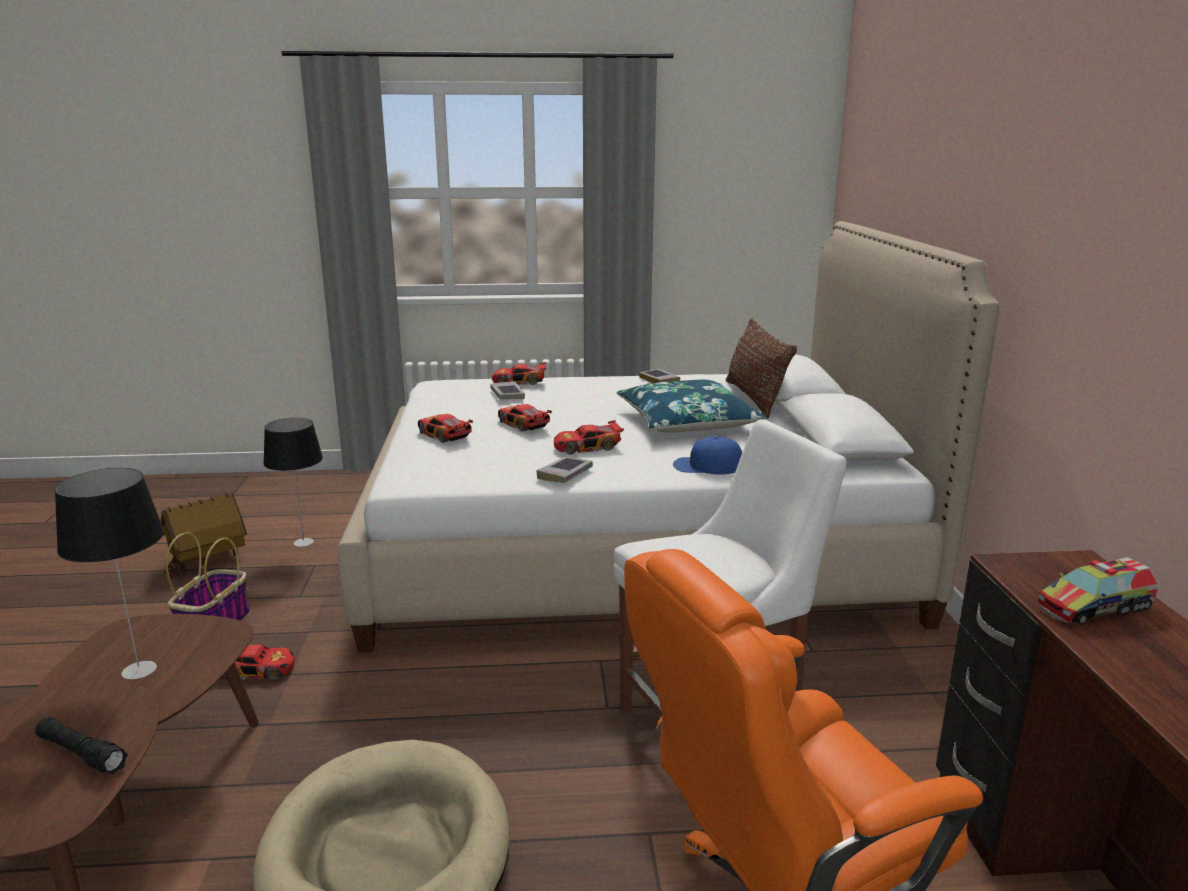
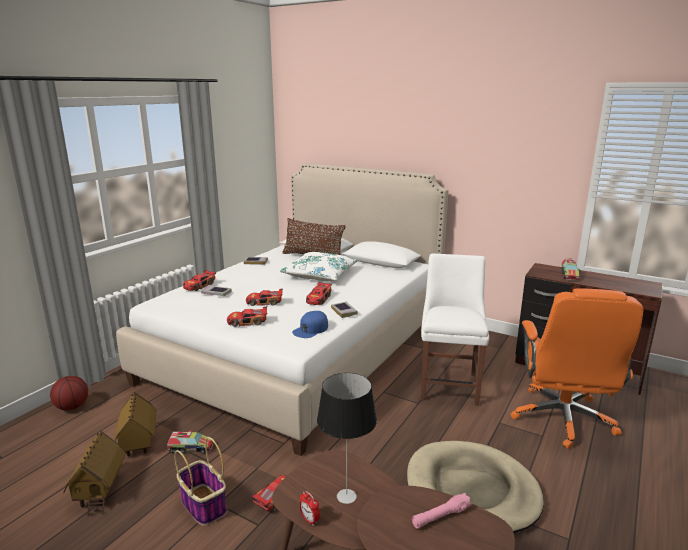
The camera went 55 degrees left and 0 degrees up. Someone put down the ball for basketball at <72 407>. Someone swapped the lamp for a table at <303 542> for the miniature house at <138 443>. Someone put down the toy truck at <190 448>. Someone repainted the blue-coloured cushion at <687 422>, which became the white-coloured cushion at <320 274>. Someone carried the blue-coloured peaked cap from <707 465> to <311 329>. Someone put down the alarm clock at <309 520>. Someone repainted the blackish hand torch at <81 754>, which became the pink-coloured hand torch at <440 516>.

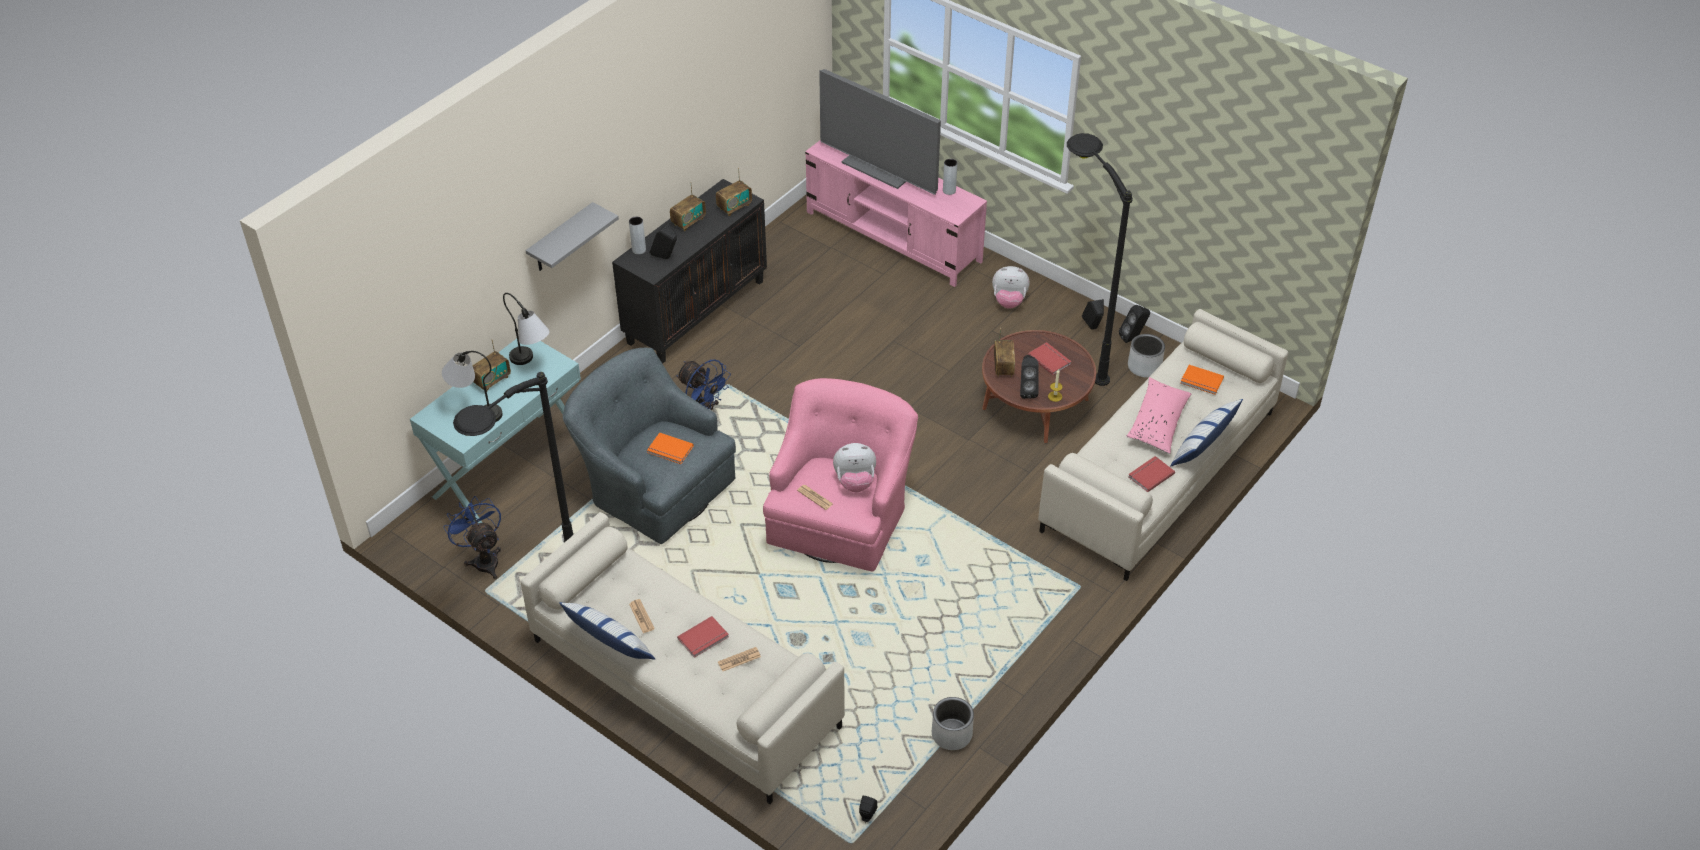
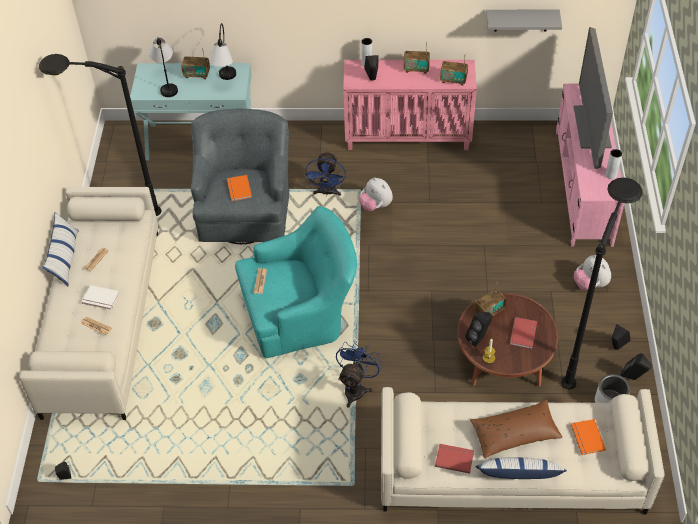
The camera went 55 degrees right and 5 degrees up. Someone repainted the red volume at <704 638>, which became the white-coloured volume at <100 299>. Someone repainted the pink-coloured easy chair at <840 515>, which became the turquoise-coloured easy chair at <301 313>. Someone carried the blue-coloured fan from <483 559> to <356 388>. Someone repainted the blackish cupboard at <696 311>, which became the pink-coloured cupboard at <408 136>. Someone carried the cuddly toy from <855 482> to <375 206>. Someone repainted the pink-coloured cushion at <1158 422>, which became the brown cushion at <515 433>. Someone carried the greyish wall shelf from <561 239> to <521 20>. Someone took away the greyish flower pot at <952 734>.

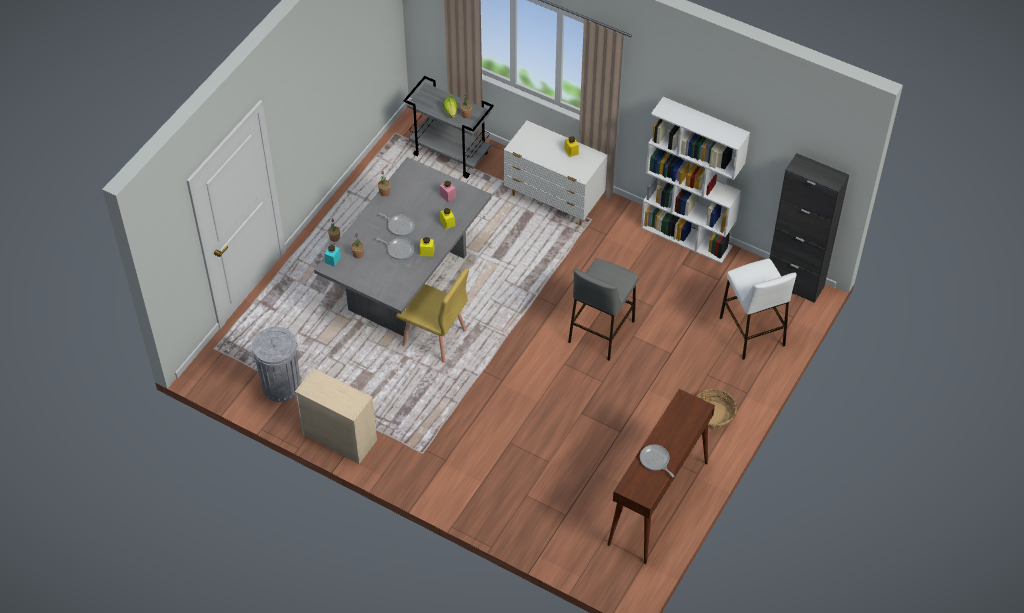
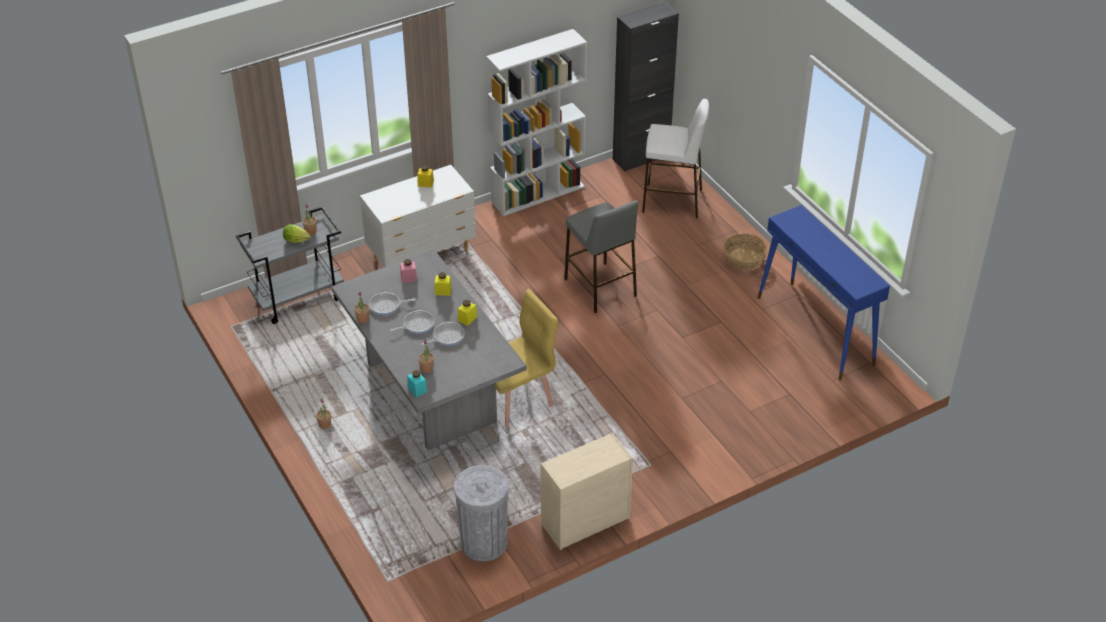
The camera went 60 degrees left and 10 degrees down. Someone carried the frying pan from <655 460> to <386 306>. Someone repainted the brown narrow table at <658 504>, which became the blue-coloured narrow table at <815 331>.

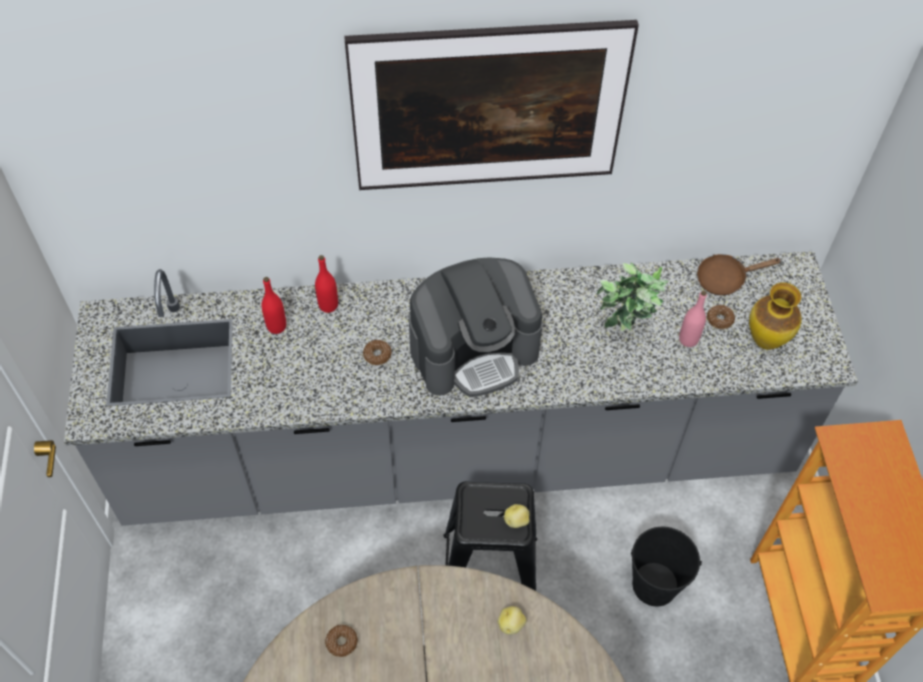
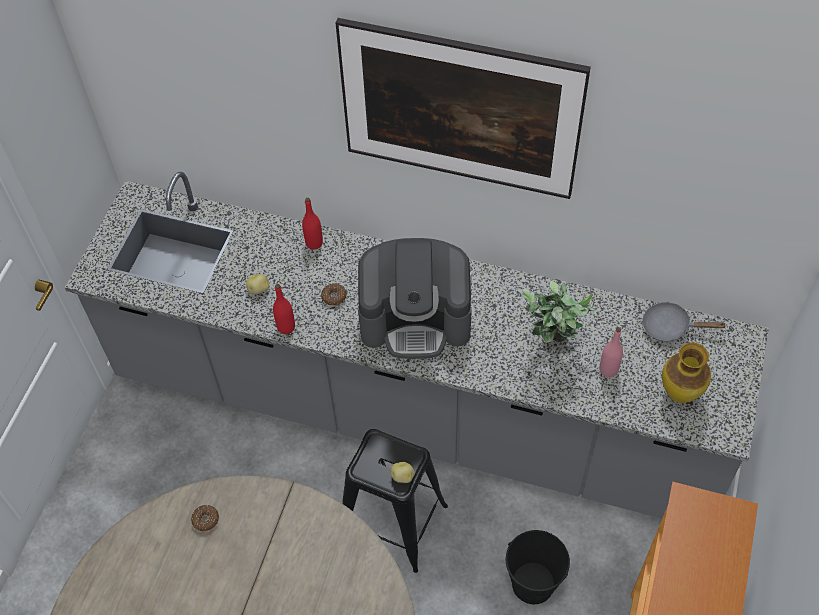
The camera went 25 degrees right and 0 degrees up. Someone carried the potato from <511 624> to <259 289>. Someone carried the red beverage bottle from <276 326> to <286 327>. Someone repainted the brown frying pan at <725 279>, which became the greyish frying pan at <670 327>. Someone took away the donut at <719 319>.

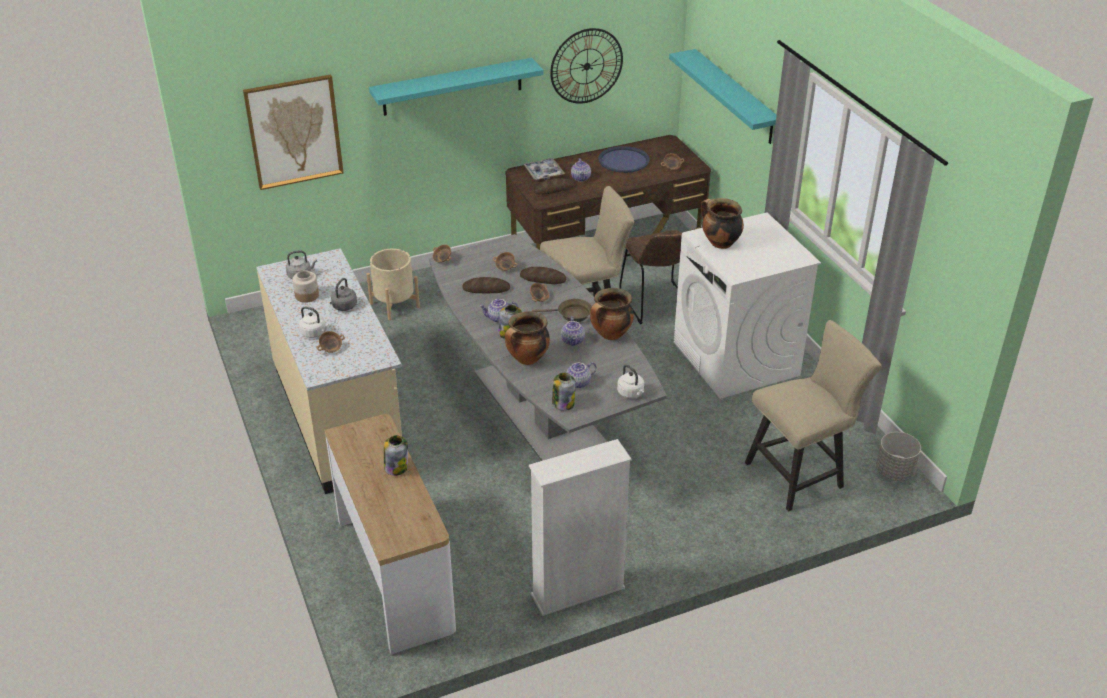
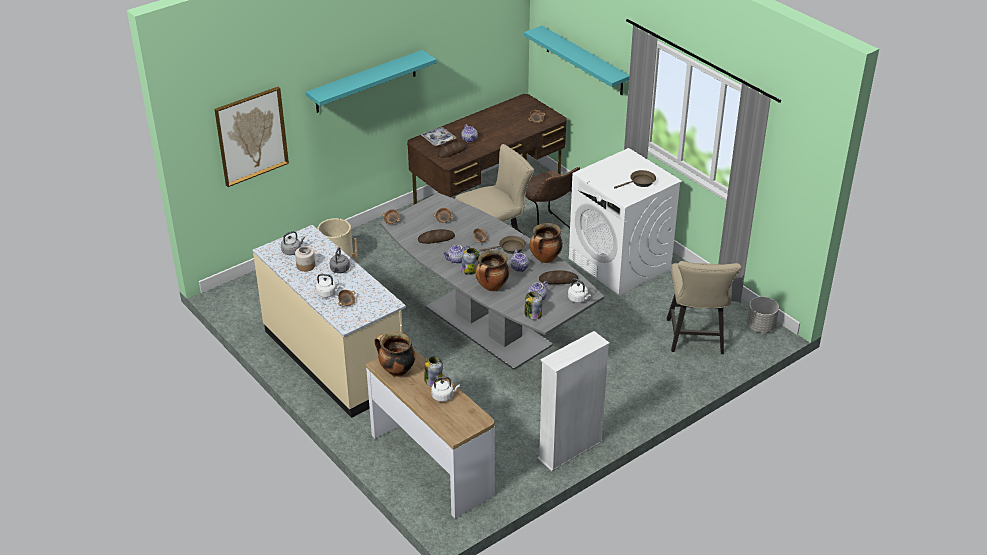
The camera went 15 degrees left and 0 degrees up. Someone carried the stockpot from <719 243> to <396 370>. Someone put down the white-coloured water kettle at <444 396>. Someone carried the bread from <543 278> to <558 280>. Someone put down the brown frying pan at <640 182>. Someone rotated the beige-coloured upright chair at <800 474> by 135 degrees clockwise. Someone took away the wall clock at <586 66>. Someone took away the blue-coloured tray at <623 160>.

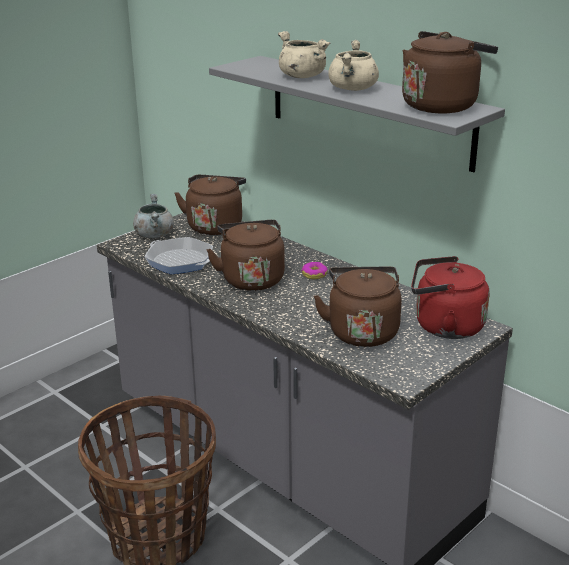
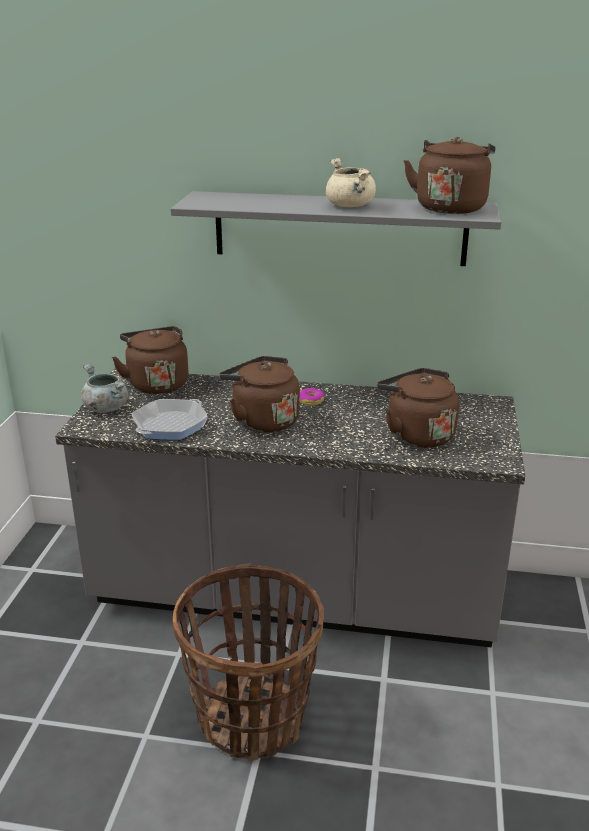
The camera went 35 degrees left and 0 degrees up. Someone rotated the frying pan at <180 261> by 120 degrees clockwise. Someone took away the beige-coloured stockpot at <301 76>. Someone took away the red water kettle at <444 326>.

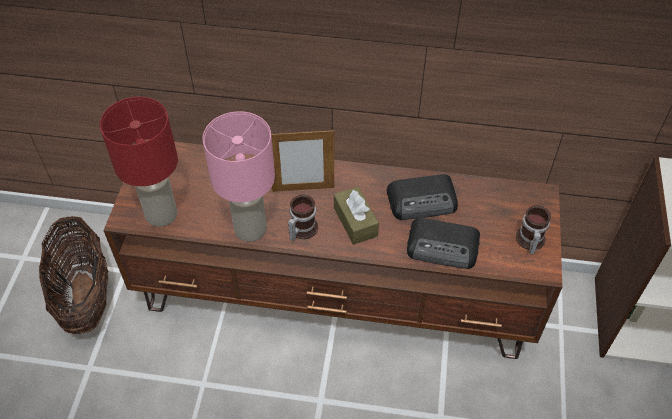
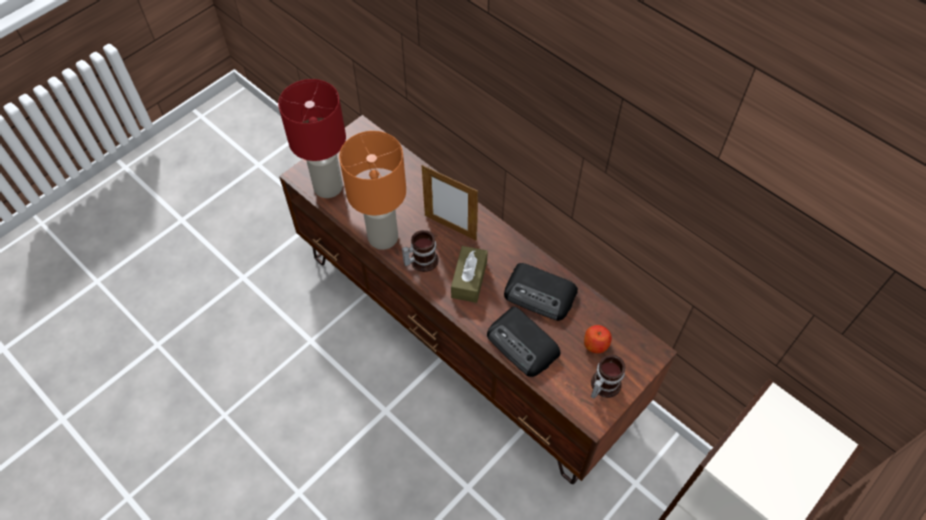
The camera went 35 degrees right and 5 degrees up. Someone repainted the pink-coloured lamp for a table at <249 229>, which became the orangey lamp for a table at <382 237>. Someone put down the whole apple at <596 344>. Someone took away the household basket at <85 295>.

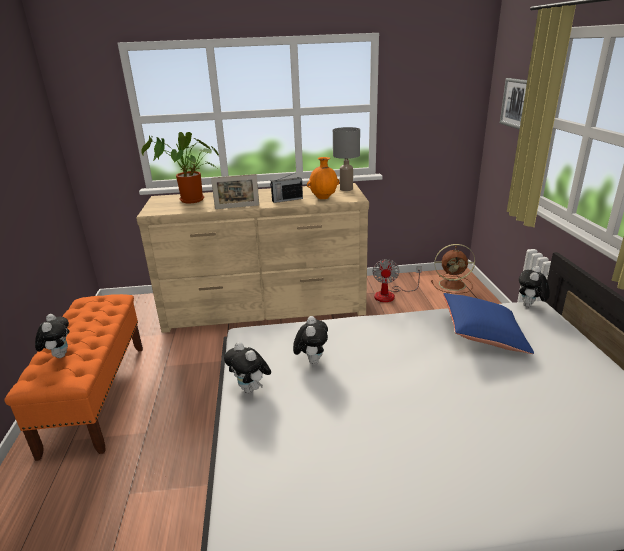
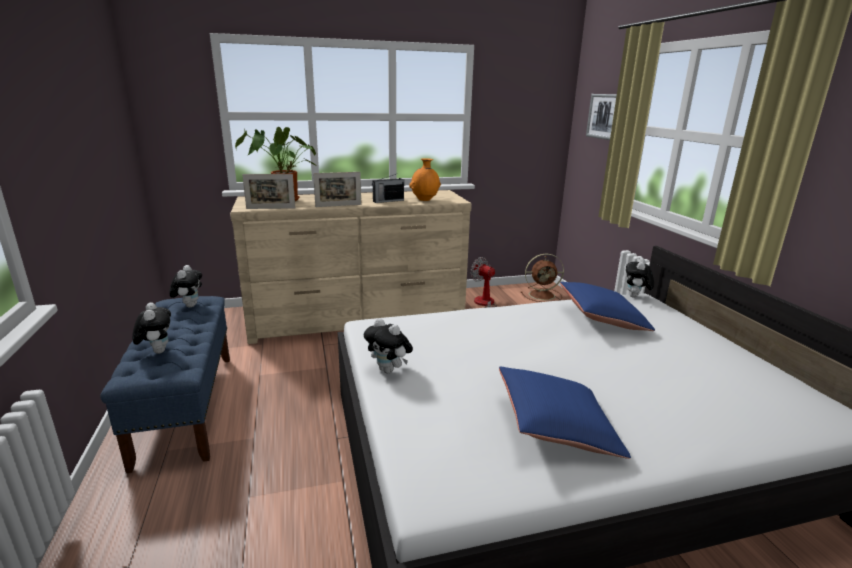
The camera went 10 degrees left and 5 degrees down. Someone repainted the orangey bench at <97 396>, which became the blue-coloured bench at <186 406>. Someone carried the cuddly toy from <311 361> to <189 305>. Someone put down the photo frame at <271 208>. Someone rotated the fan at <390 295> by 135 degrees clockwise. Someone put down the blue-coloured cushion at <556 427>. Someone took away the greyish lamp for a table at <346 189>.

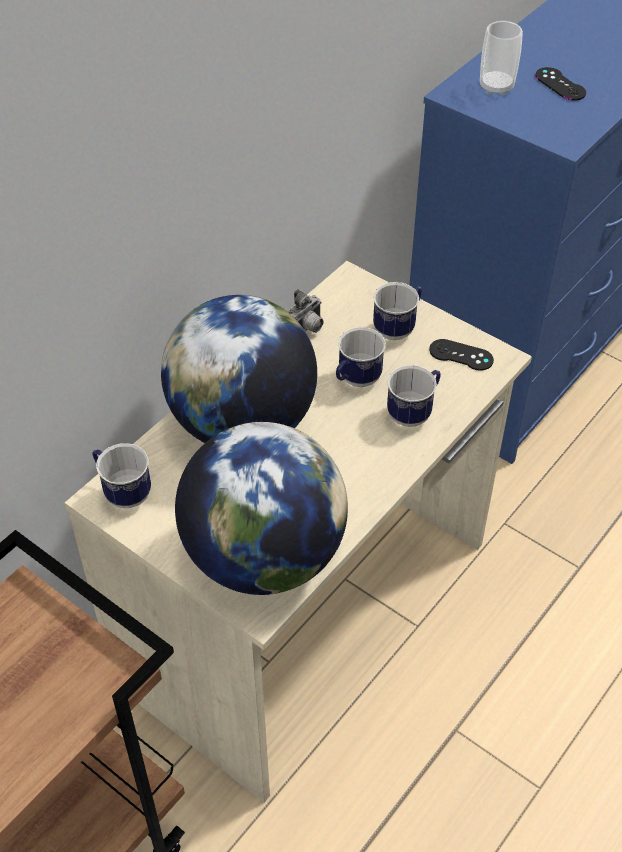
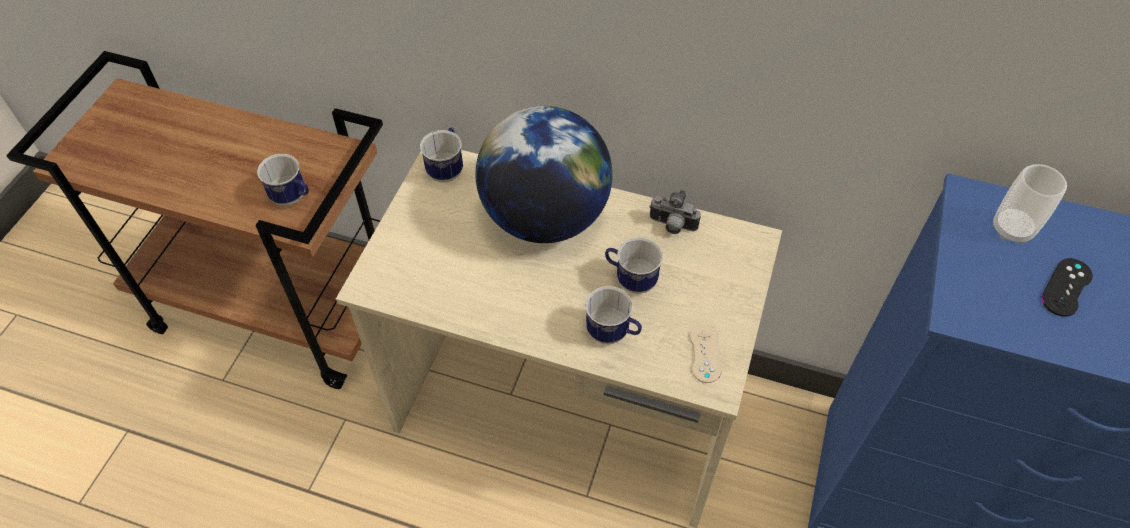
The camera went 70 degrees right and 5 degrees up. Someone carried the coffee mug from <398 328> to <293 198>. Someone repainted the blackish joypad at <461 355>, which became the beige-coloured joypad at <705 353>. Someone took away the globe at <264 556>.

